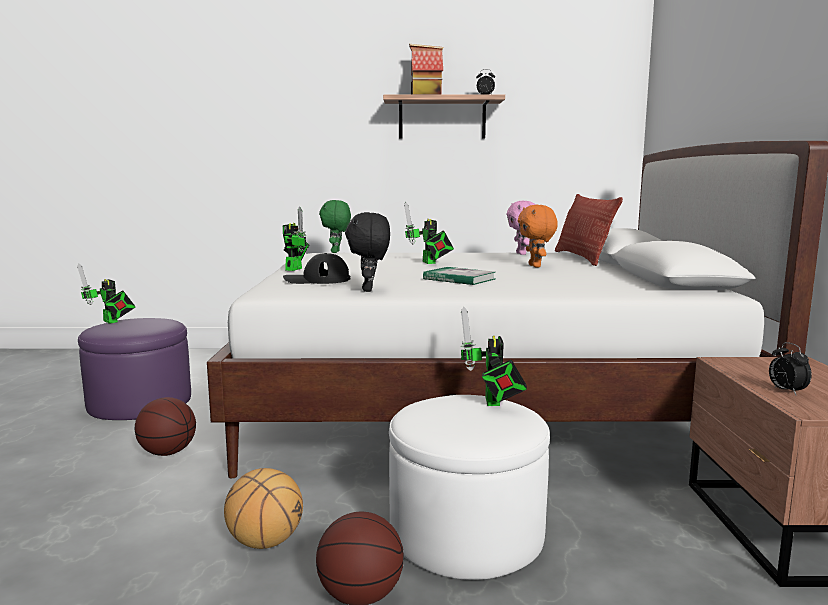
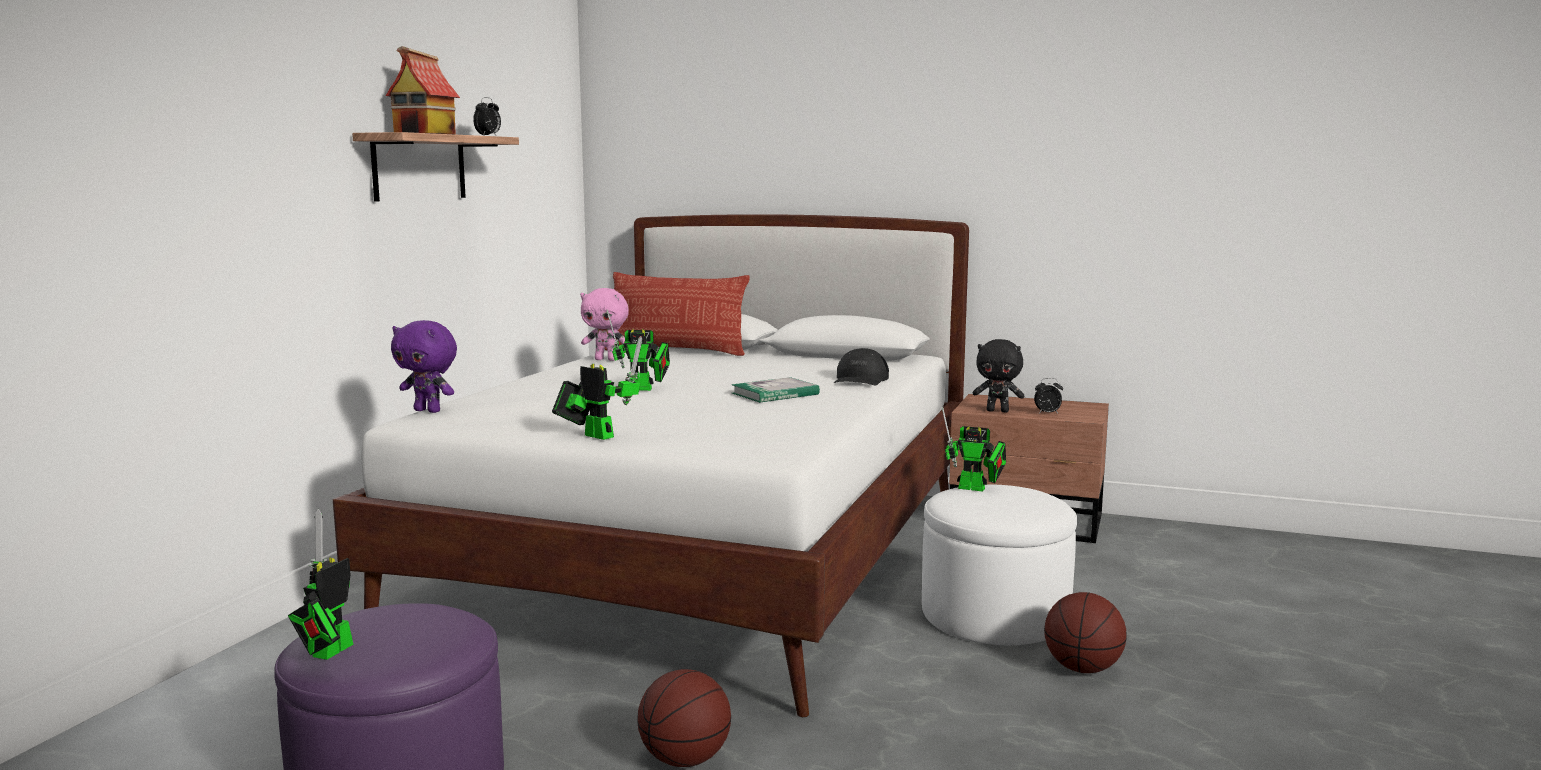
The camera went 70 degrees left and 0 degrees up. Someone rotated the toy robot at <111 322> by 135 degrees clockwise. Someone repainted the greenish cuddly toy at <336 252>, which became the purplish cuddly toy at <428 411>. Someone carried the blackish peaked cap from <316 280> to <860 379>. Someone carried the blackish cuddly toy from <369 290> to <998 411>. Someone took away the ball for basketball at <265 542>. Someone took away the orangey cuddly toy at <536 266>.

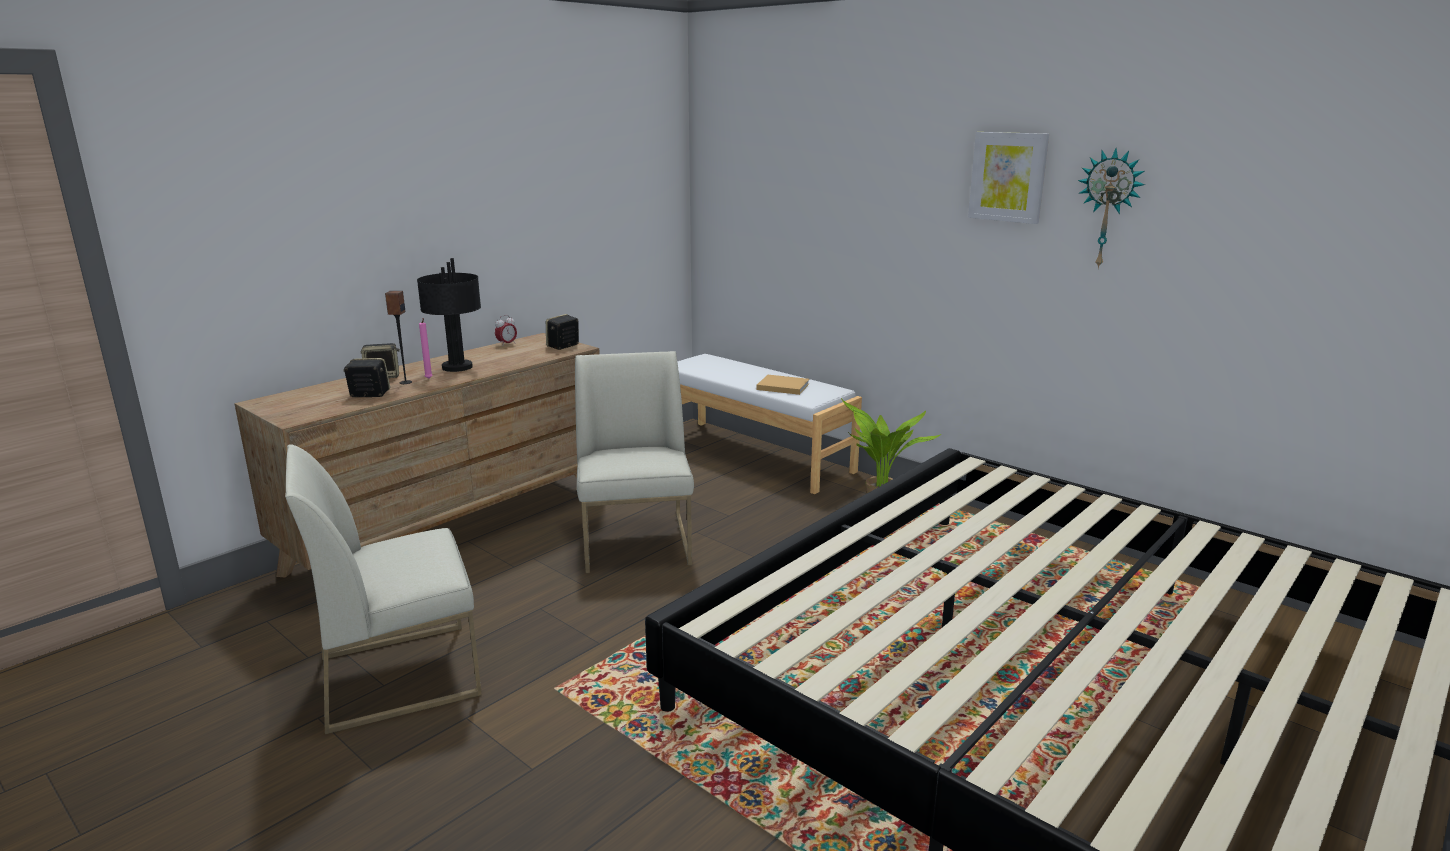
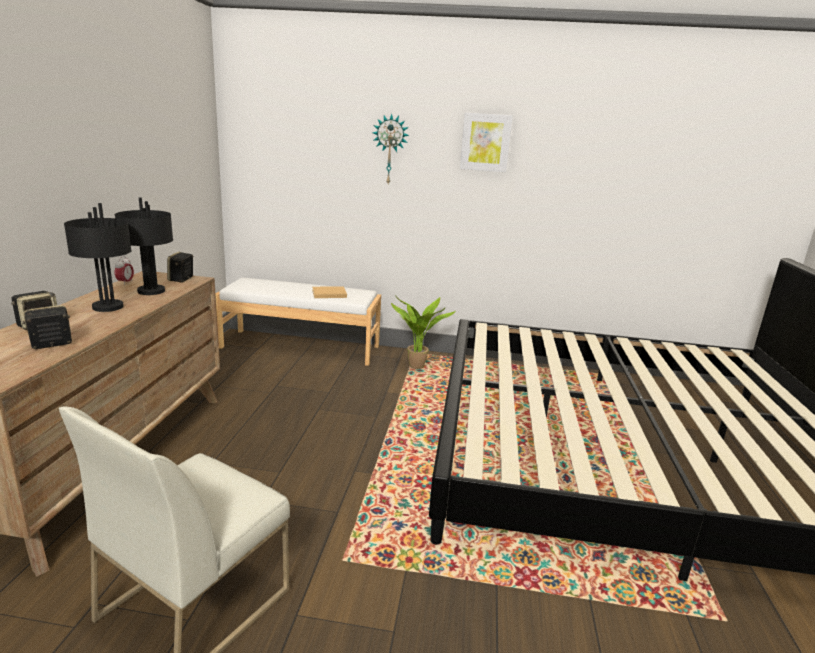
The camera went 35 degrees left and 0 degrees up. Someone put down the blackish lamp for a table at <150 291>. Someone carried the wall clock from <1108 209> to <390 150>. Someone took away the speaker at <405 382>. Someone took away the pink-coloured candle at <429 379>. Someone took away the white-coloured upright chair at <637 543>.

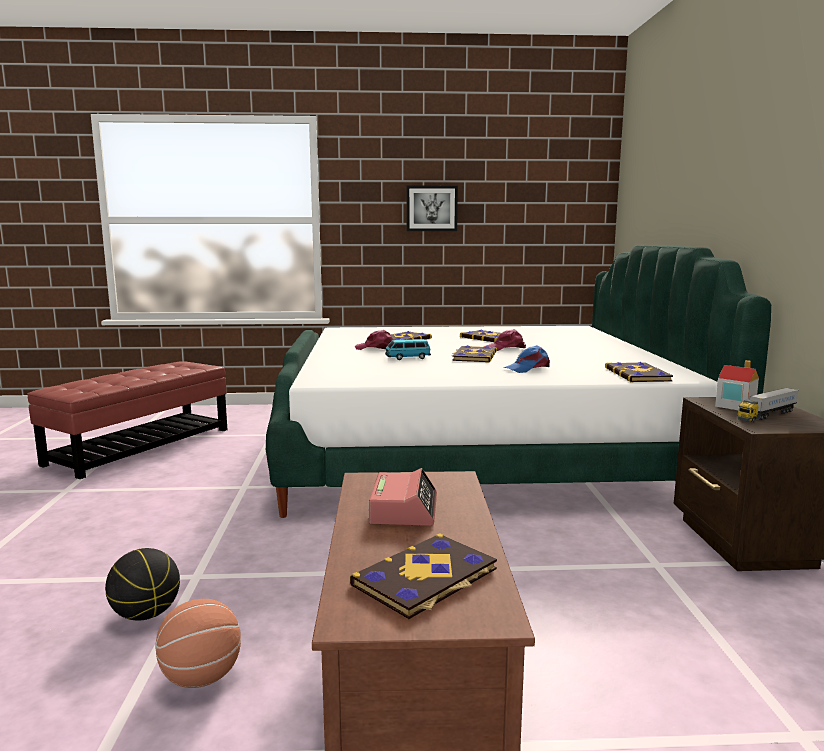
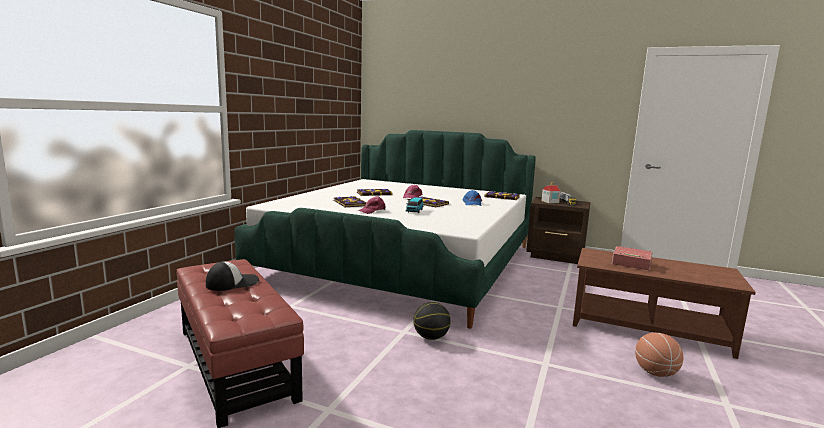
The camera went 65 degrees left and 0 degrees up. Someone put down the peaked cap at <232 283>. Someone carried the ball for basketball from <146 614> to <431 337>. Someone took away the volume at <426 578>. Someone took away the wall picture at <431 208>.

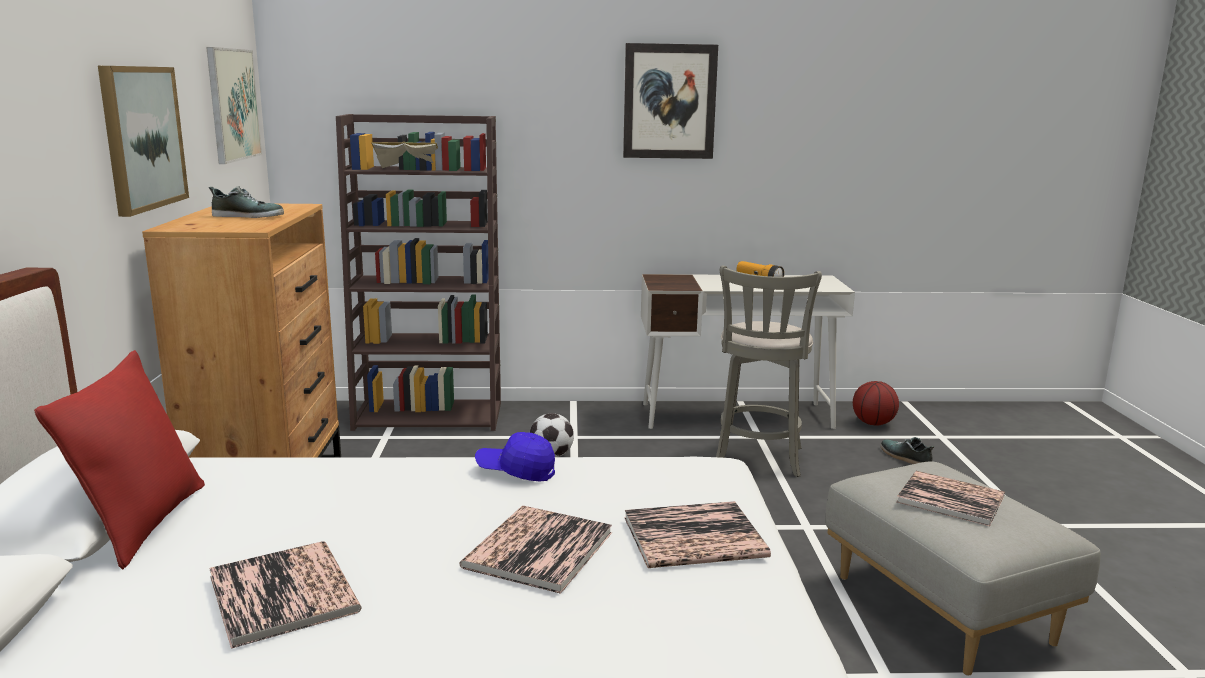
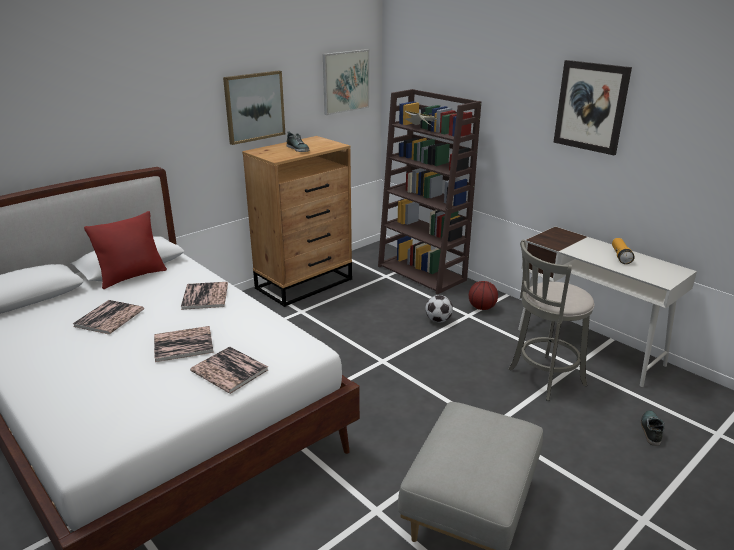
The camera went 50 degrees right and 10 degrees up. Someone carried the volume from <950 499> to <205 296>. Someone carried the ball for basketball from <873 423> to <482 308>. Someone took away the blue-coloured peaked cap at <516 471>.

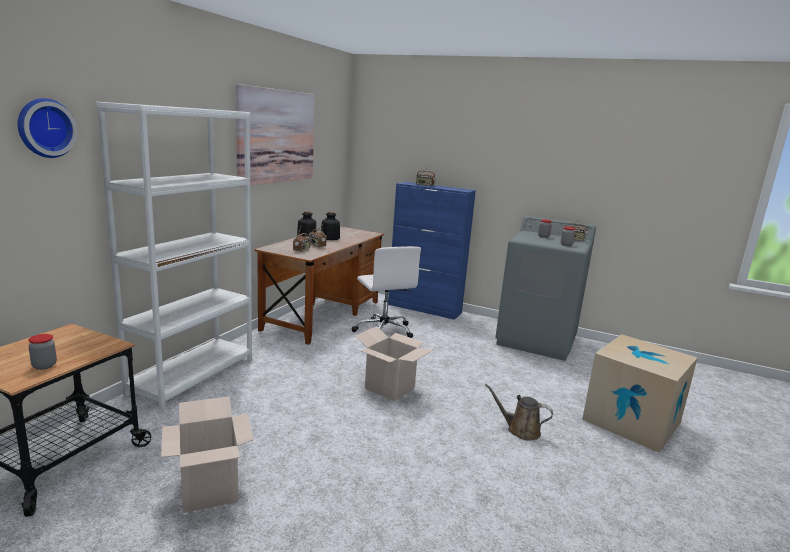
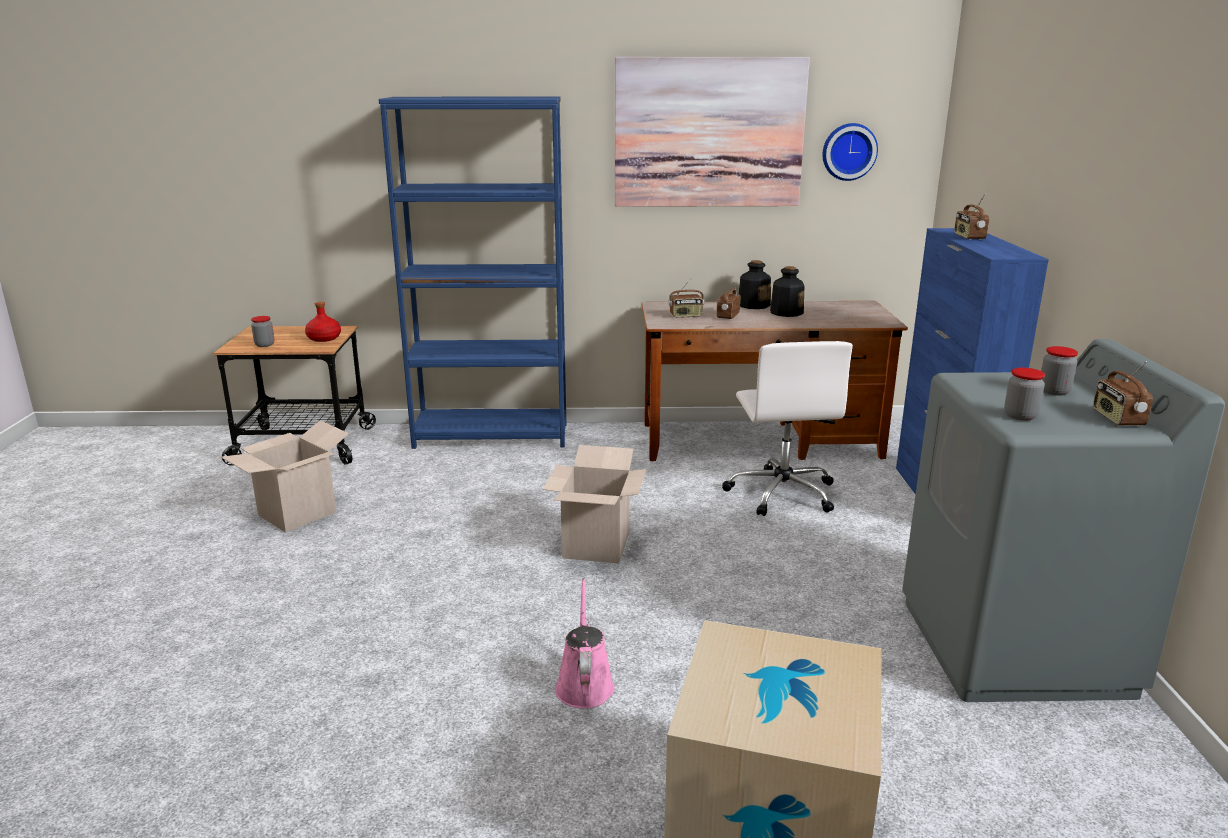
The camera went 65 degrees right and 5 degrees up. Someone put down the red beverage bottle at <323 338>. Someone repainted the white-coloured shelving unit at <193 376>, which became the blue-coloured shelving unit at <492 436>. Someone repainted the brown watering can at <520 430>, which became the pink-coloured watering can at <584 684>. Someone rotated the white-coloured desk chair at <383 331> by 45 degrees counterclockwise. Someone carried the wall clock from <45 128> to <848 151>.

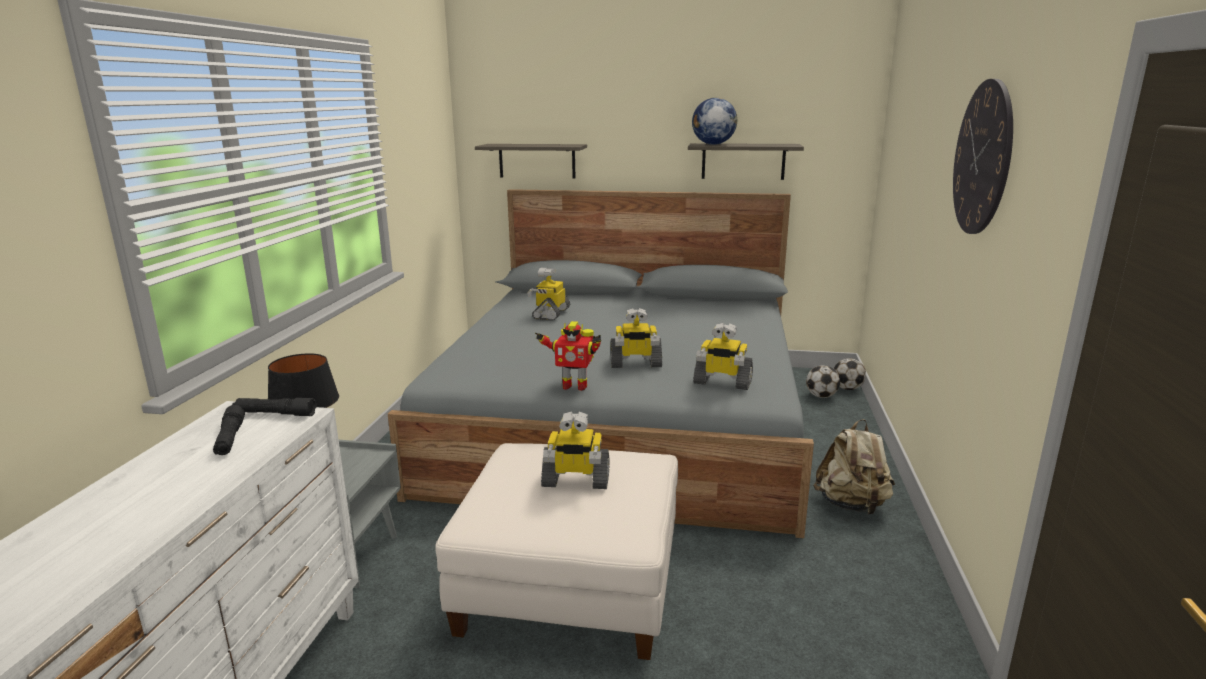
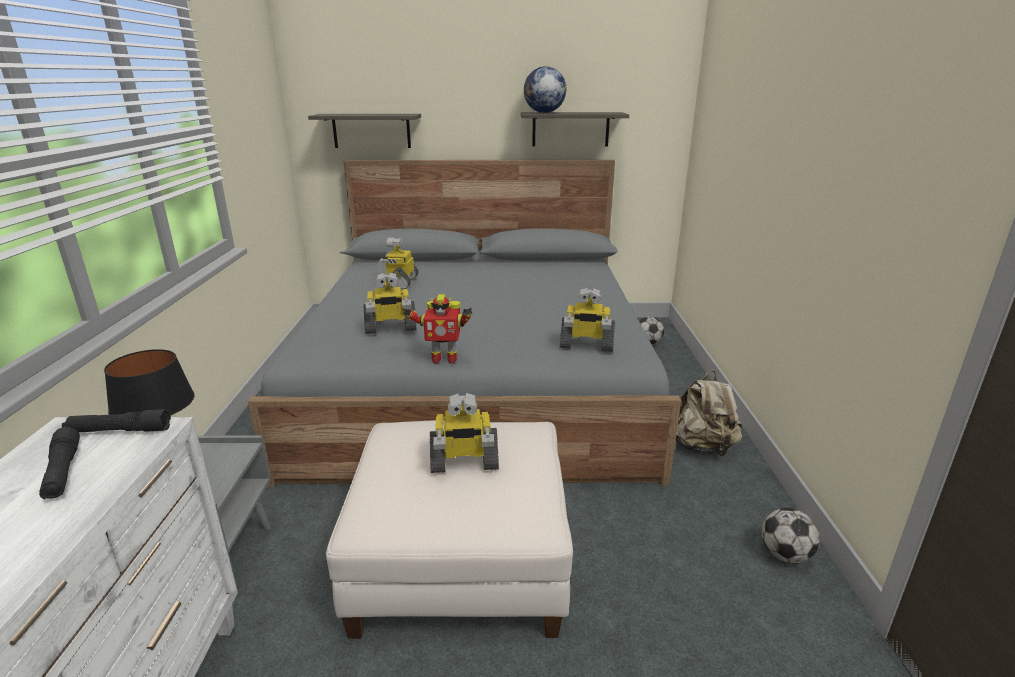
The camera went 10 degrees left and 5 degrees up. Someone carried the toy robot from <635 363> to <390 328>. Someone carried the football ball from <847 388> to <785 555>. Someone took away the wall clock at <982 158>.

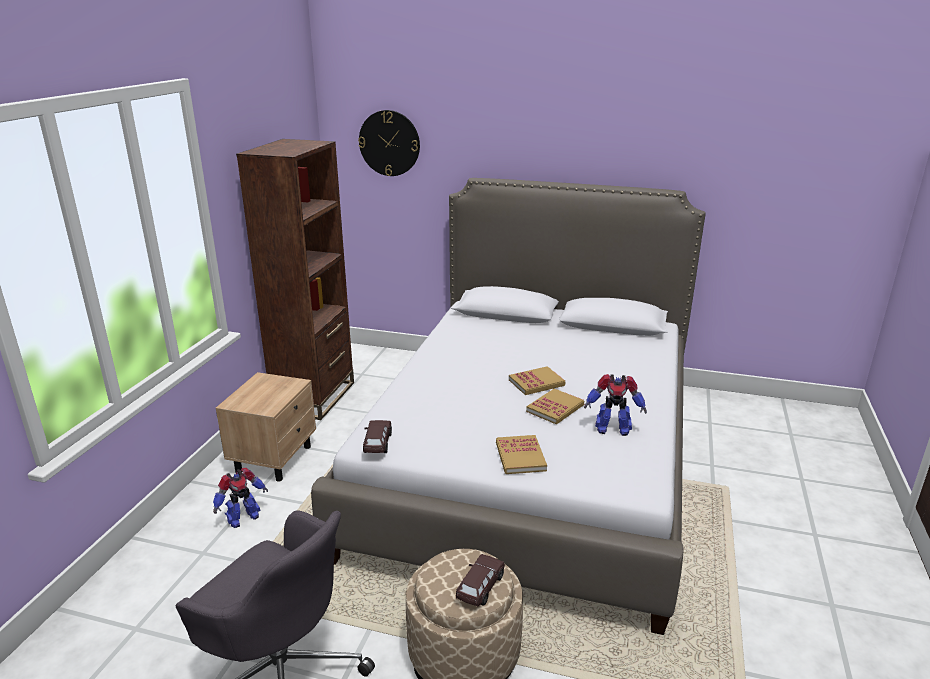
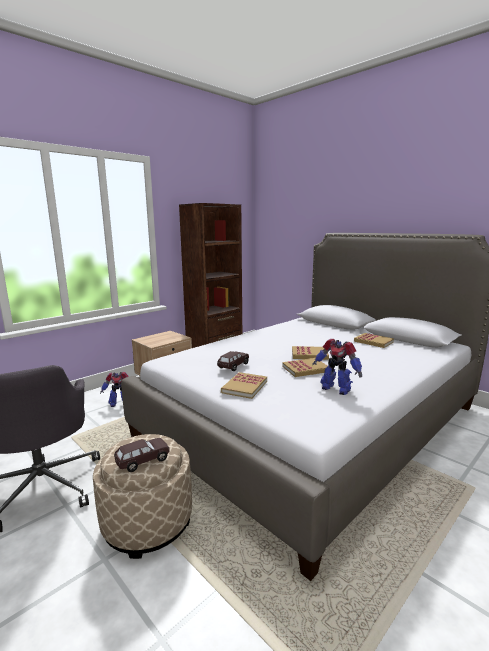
The camera went 30 degrees right and 10 degrees down. Someone carried the brown model car from <377 444> to <233 366>. Someone put down the volume at <373 342>. Someone took away the wall clock at <389 143>.

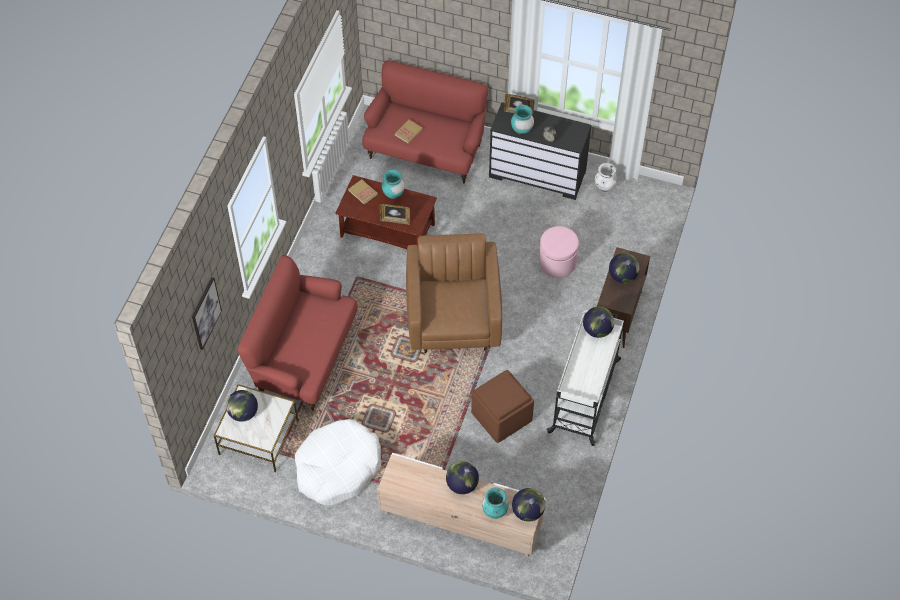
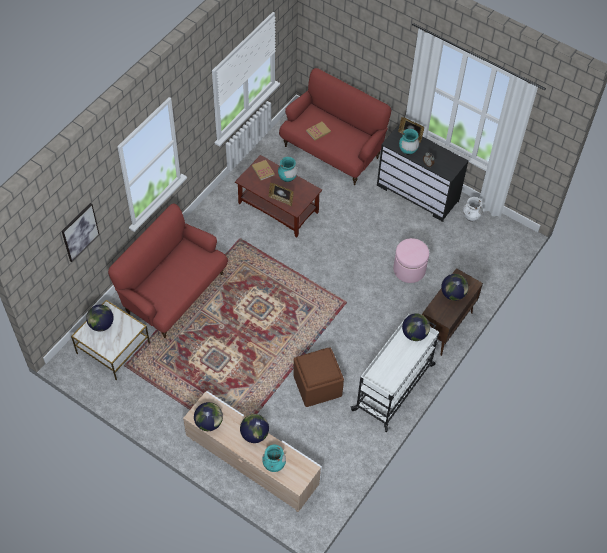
The camera went 15 degrees right and 0 degrees up. Someone carried the globe from <528 512> to <209 423>. Someone took away the white-coloured pet bed at <337 468>. Someone took away the brown easy chair at <453 317>.

